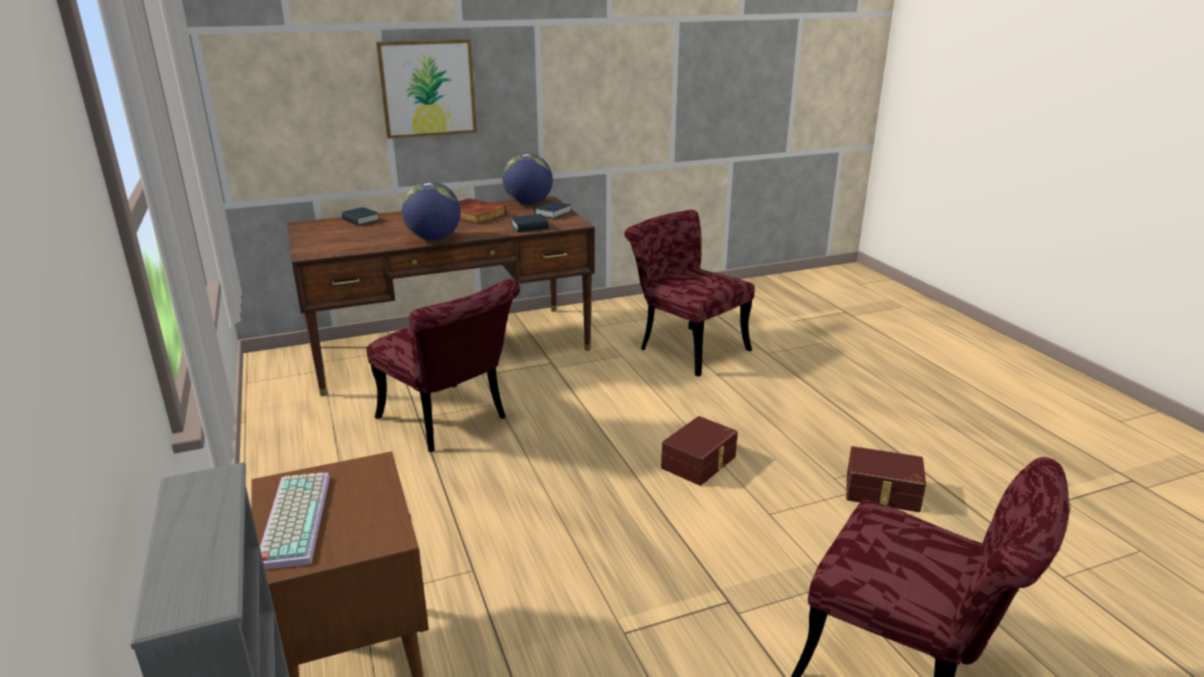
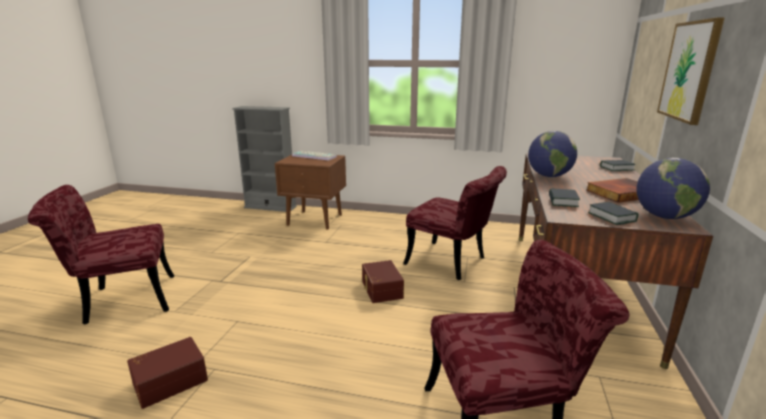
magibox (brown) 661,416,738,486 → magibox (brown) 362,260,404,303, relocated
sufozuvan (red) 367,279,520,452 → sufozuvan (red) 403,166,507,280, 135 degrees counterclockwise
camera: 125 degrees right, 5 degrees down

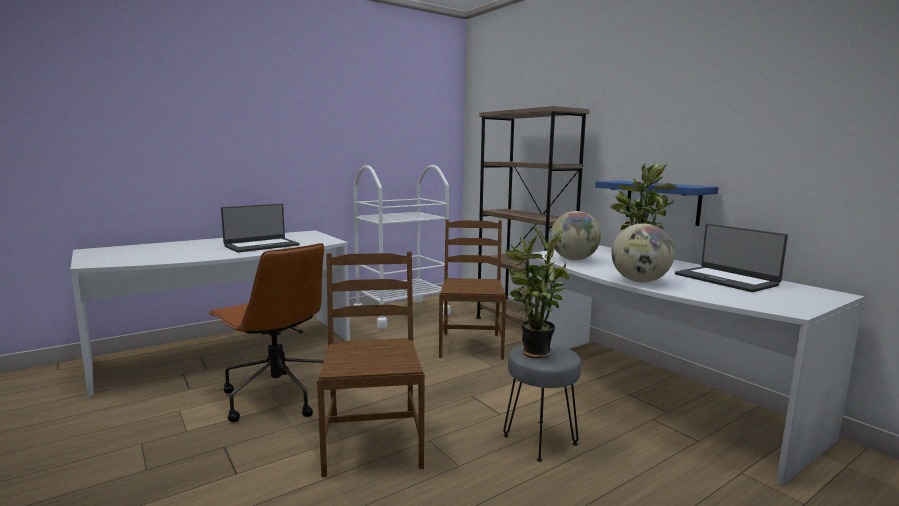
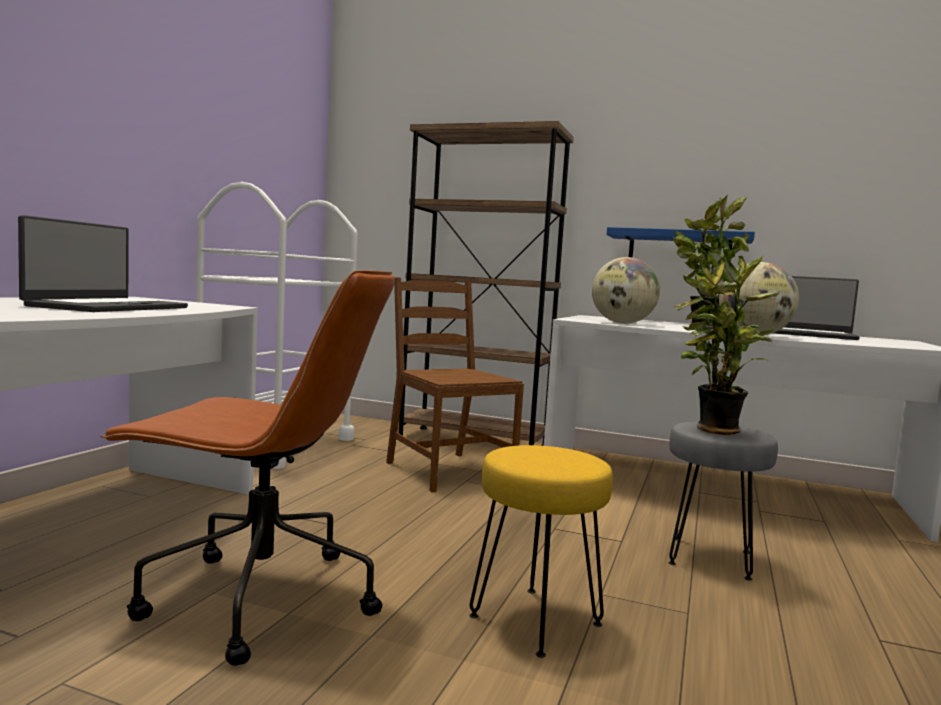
sufozuvan (brown) 317,251,425,477 → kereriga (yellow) 469,445,613,658
camera: 35 degrees left, 5 degrees down

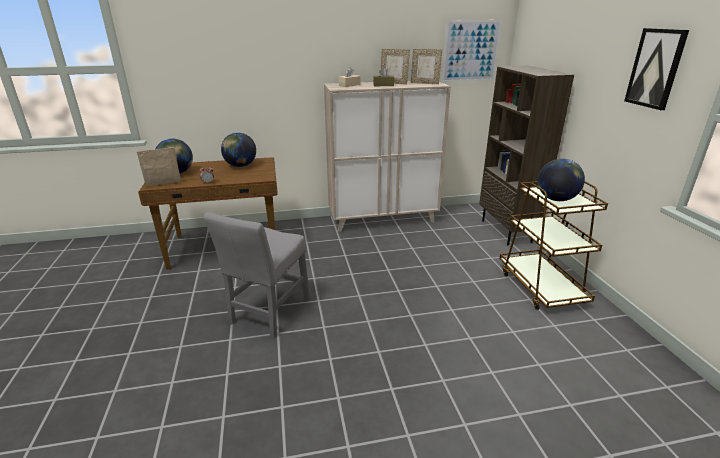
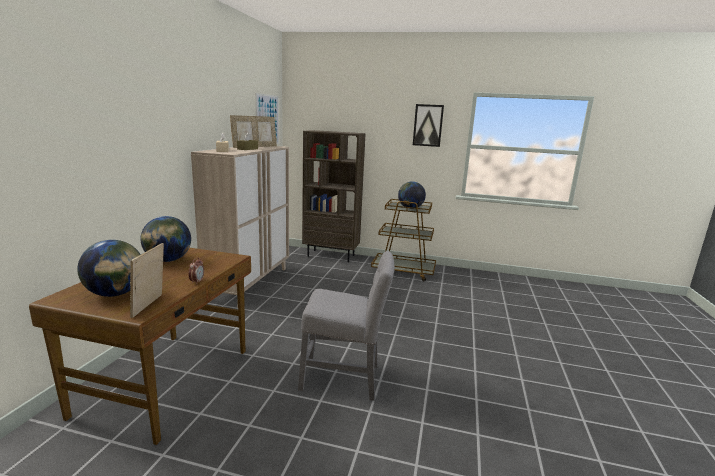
sufozuvan (grey) 203,212,310,338 → sufozuvan (grey) 298,251,395,401, 45 degrees counterclockwise
camera: 65 degrees left, 10 degrees down

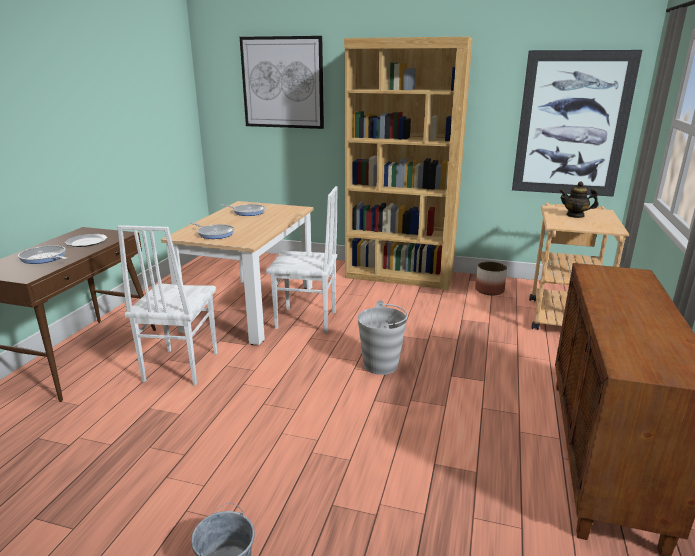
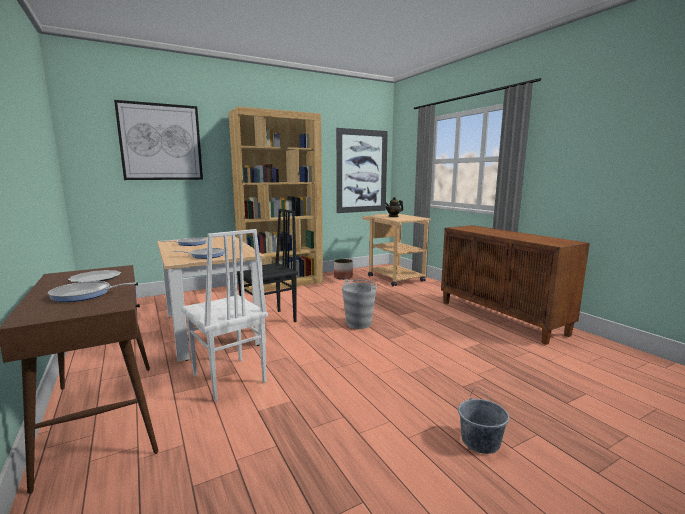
sufozuvan (white) 266,186,338,333 → sufozuvan (black) 237,209,298,322
camera: 45 degrees left, 10 degrees down

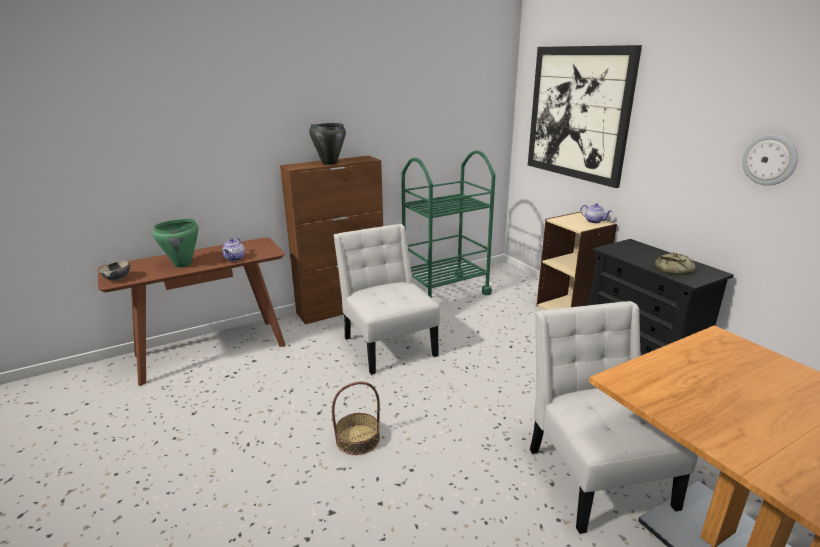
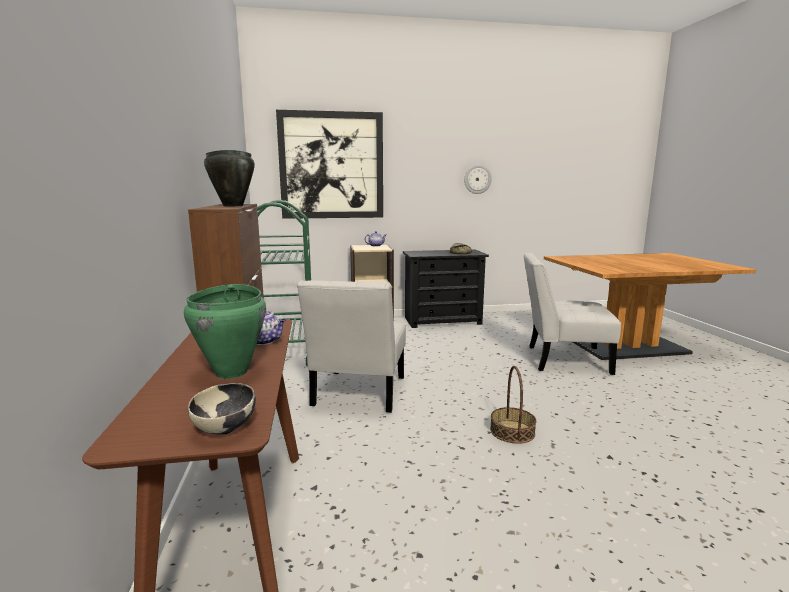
sufozuvan (white) 333,224,440,375 → sufozuvan (white) 297,280,406,413, 75 degrees counterclockwise
camera: 70 degrees left, 10 degrees down

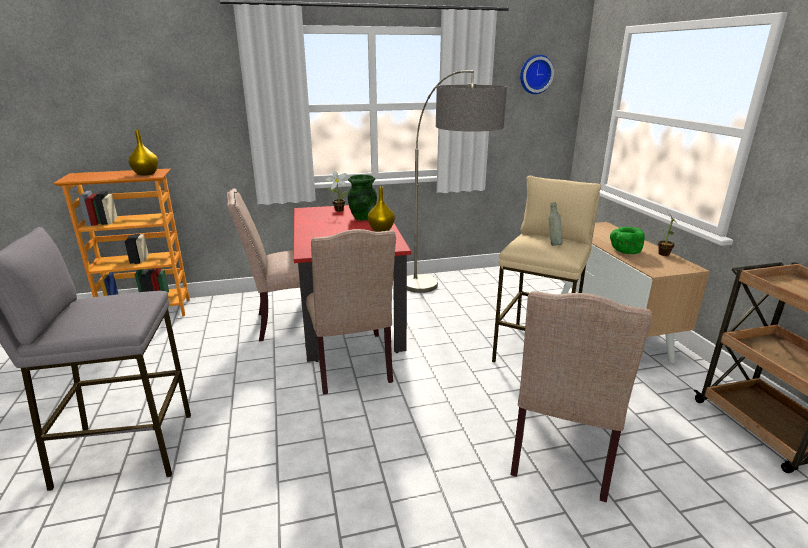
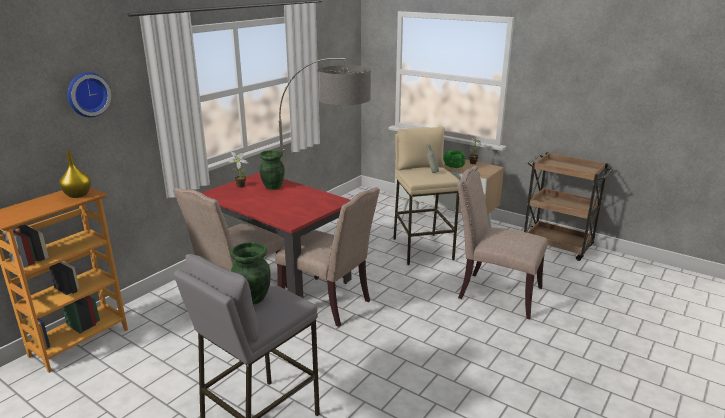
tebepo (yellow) 368,186,395,232 → -
- → tebepo (green) 230,242,271,304
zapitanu 520,55,554,94 → zapitanu 67,72,111,117, relocated
sufozuvan (beige) 511,291,652,502 → sufozuvan (beige) 457,166,548,320, 135 degrees clockwise
camera: 40 degrees left, 0 degrees up

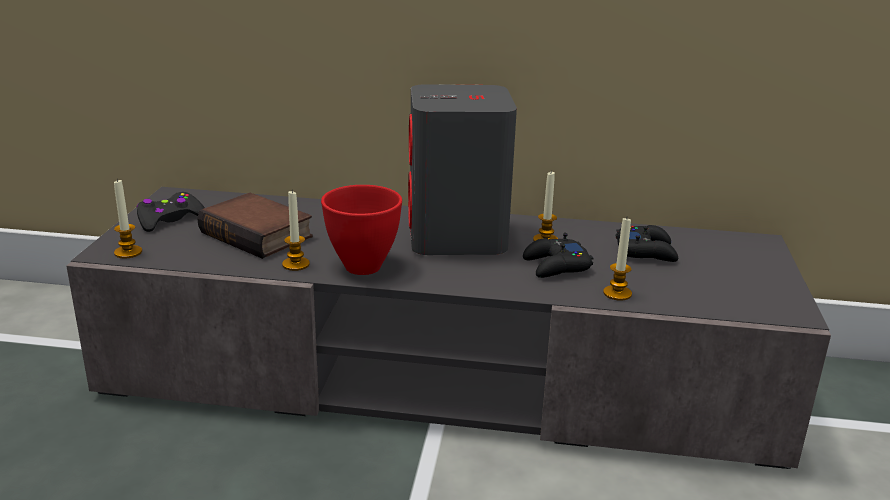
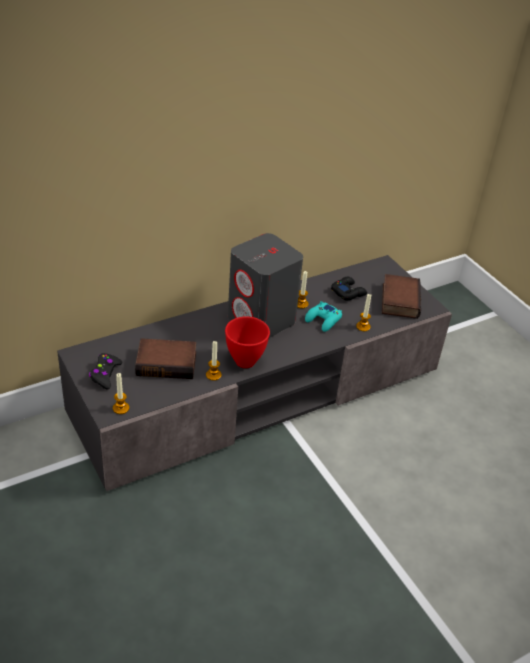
- → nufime 382,274,421,319
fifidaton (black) 523,233,593,278 → fifidaton (turquoise) 305,301,342,332
camera: 40 degrees left, 15 degrees up

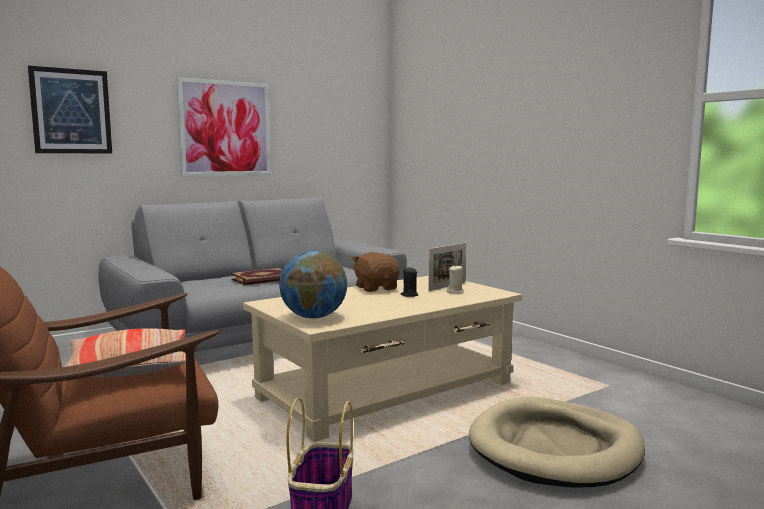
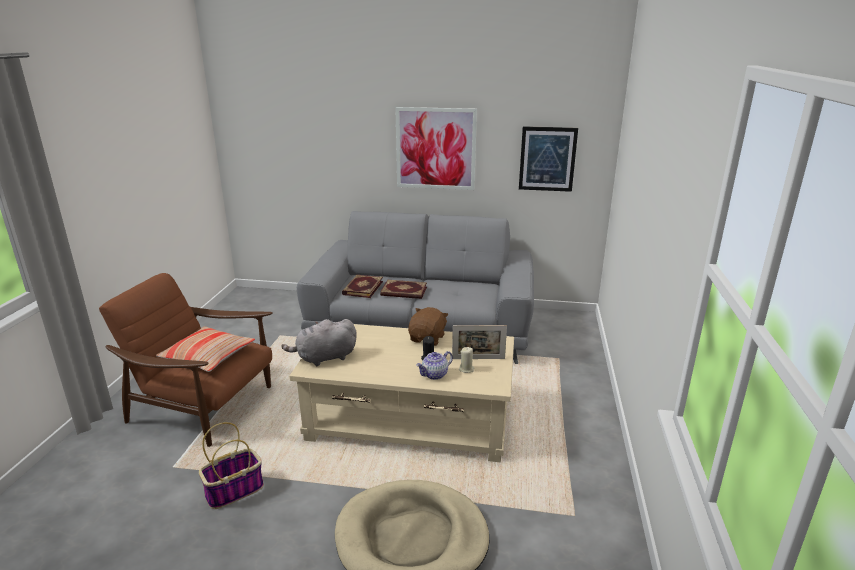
- → nufime 342,275,383,298
- → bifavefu 416,351,453,380
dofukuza 28,65,112,153 → dofukuza 519,126,578,192, relocated
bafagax 279,251,347,319 → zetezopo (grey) 281,319,357,366
camera: 45 degrees right, 15 degrees up

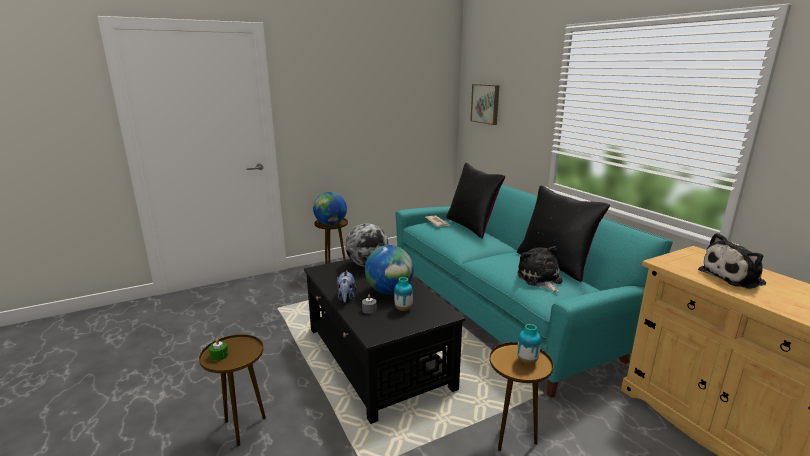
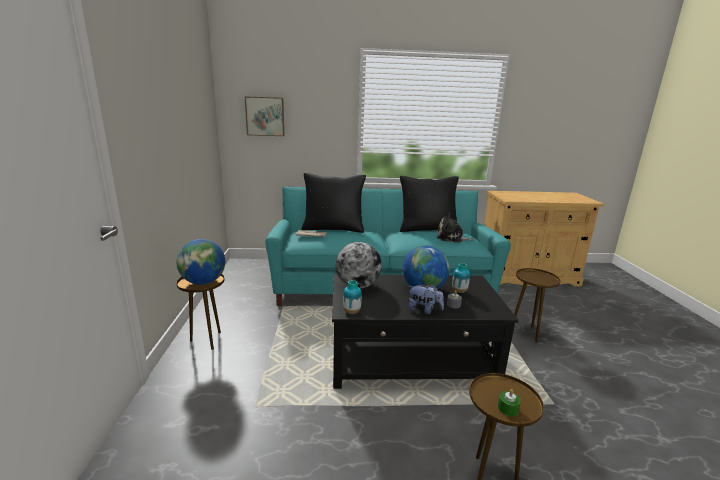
zetezopo 698,233,766,289 → -
tebepo 517,324,541,364 → tebepo 343,280,362,314, relocated
camera: 65 degrees left, 0 degrees up

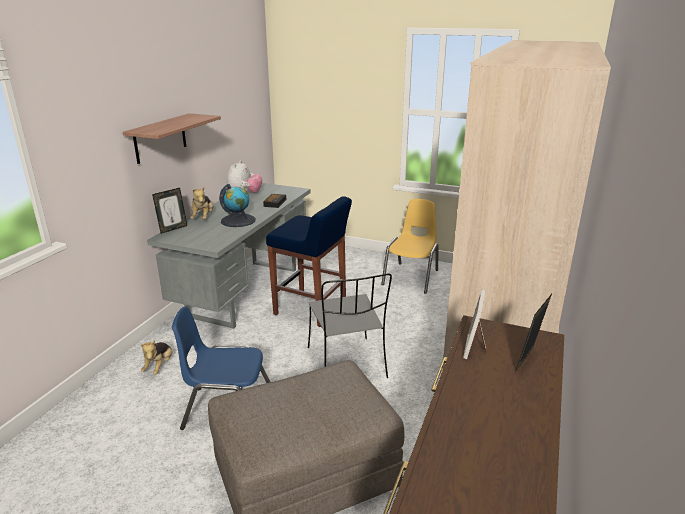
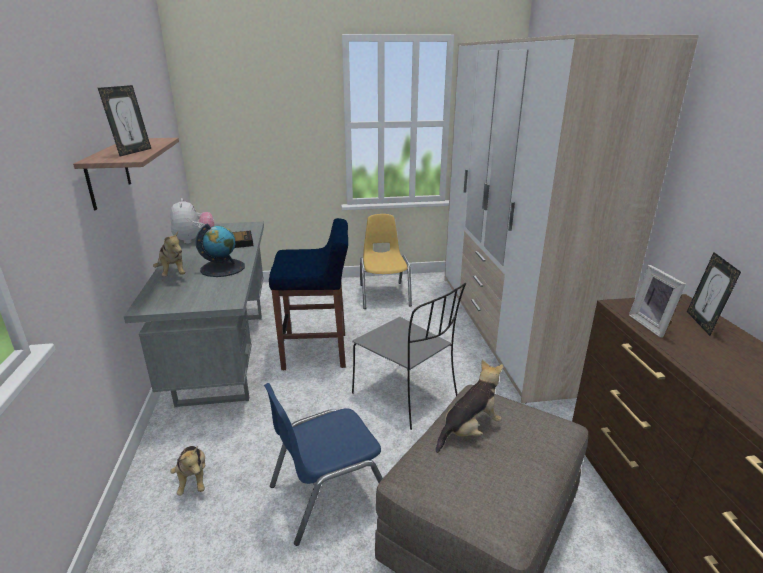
- → zetezopo 436,360,503,453
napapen 152,188,187,234 → napapen 98,85,151,156, relocated
camera: 30 degrees left, 0 degrees up

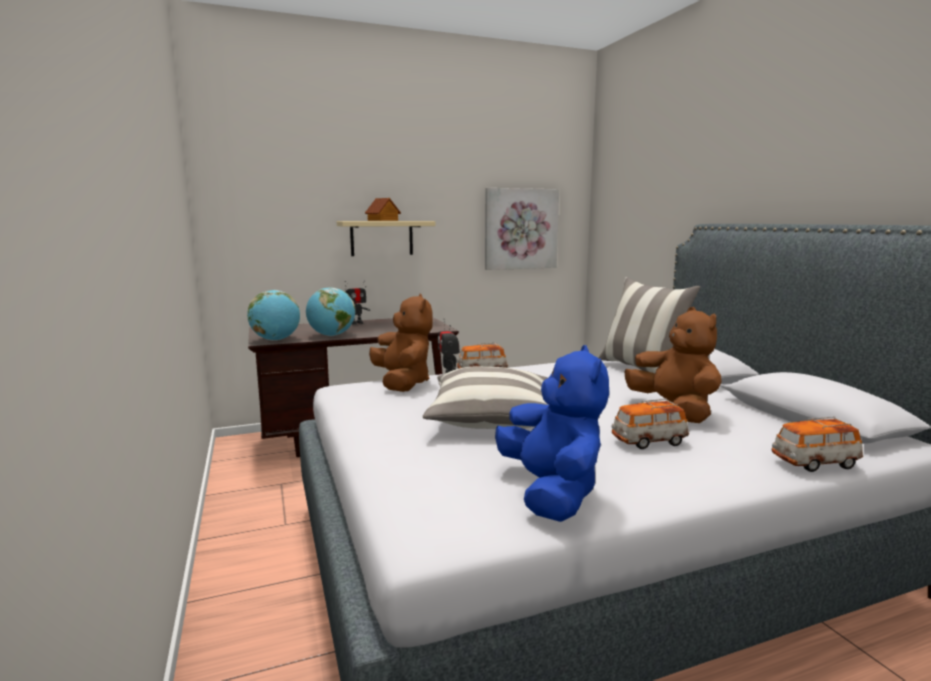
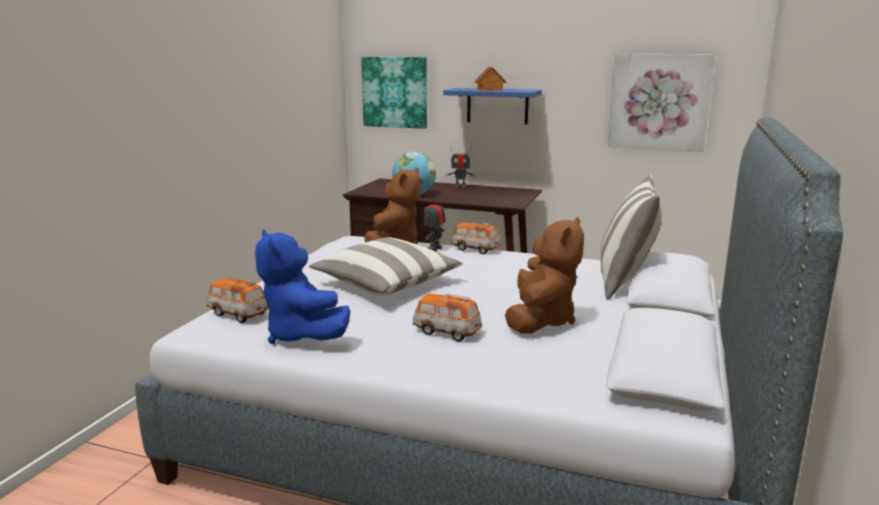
bafagax 247,290,300,341 → -
- → dofukuza 361,57,427,129
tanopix 772,417,863,472 → tanopix 207,278,268,323, relocated
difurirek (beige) 337,221,436,256 → difurirek (blue) 443,88,542,124
zetezopo (blue) 495,345,609,522 → zetezopo (blue) 255,230,350,344, 120 degrees clockwise
camera: 40 degrees right, 5 degrees up

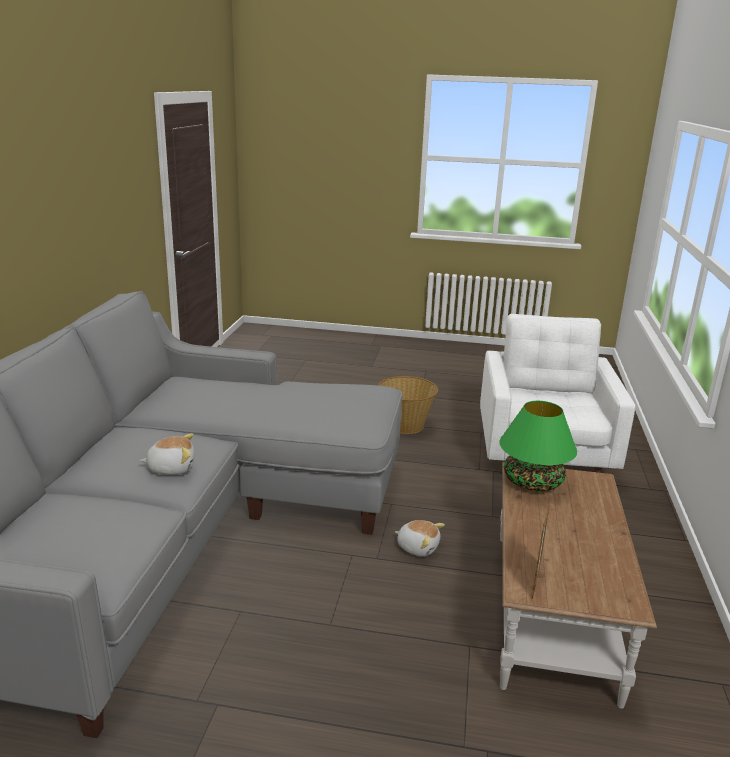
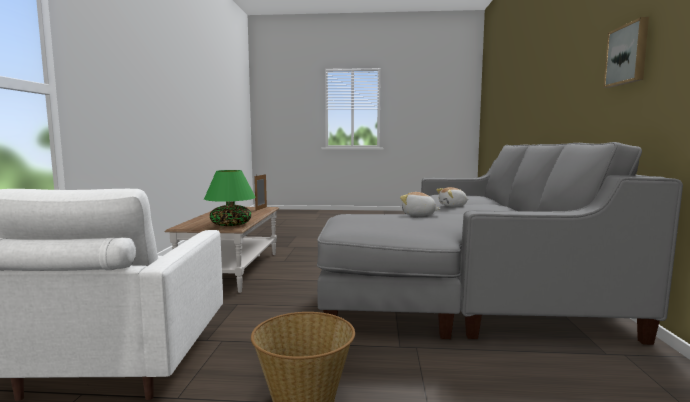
- → dofukuza 604,17,649,88
zetezopo 395,520,445,557 → zetezopo 400,192,440,216, relocated
camera: 175 degrees right, 15 degrees down

